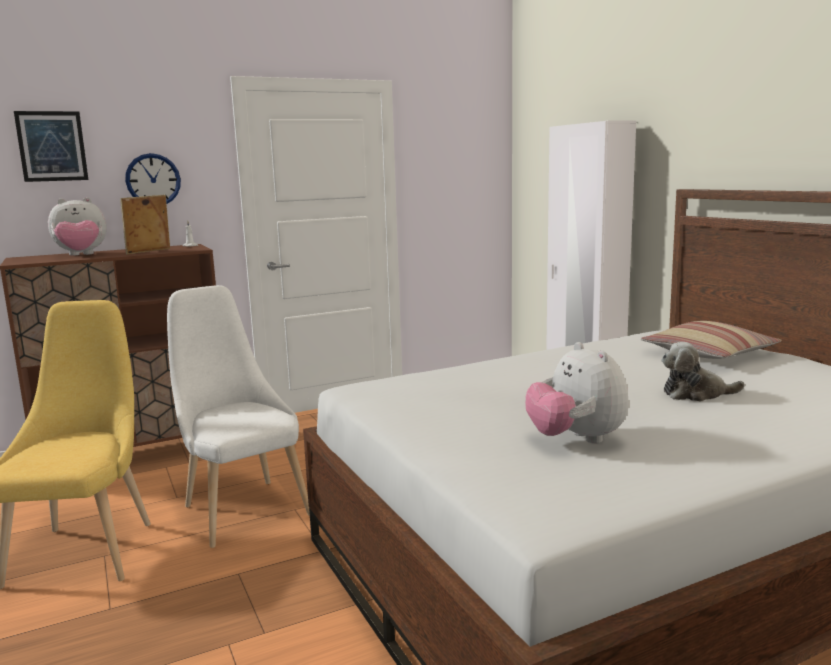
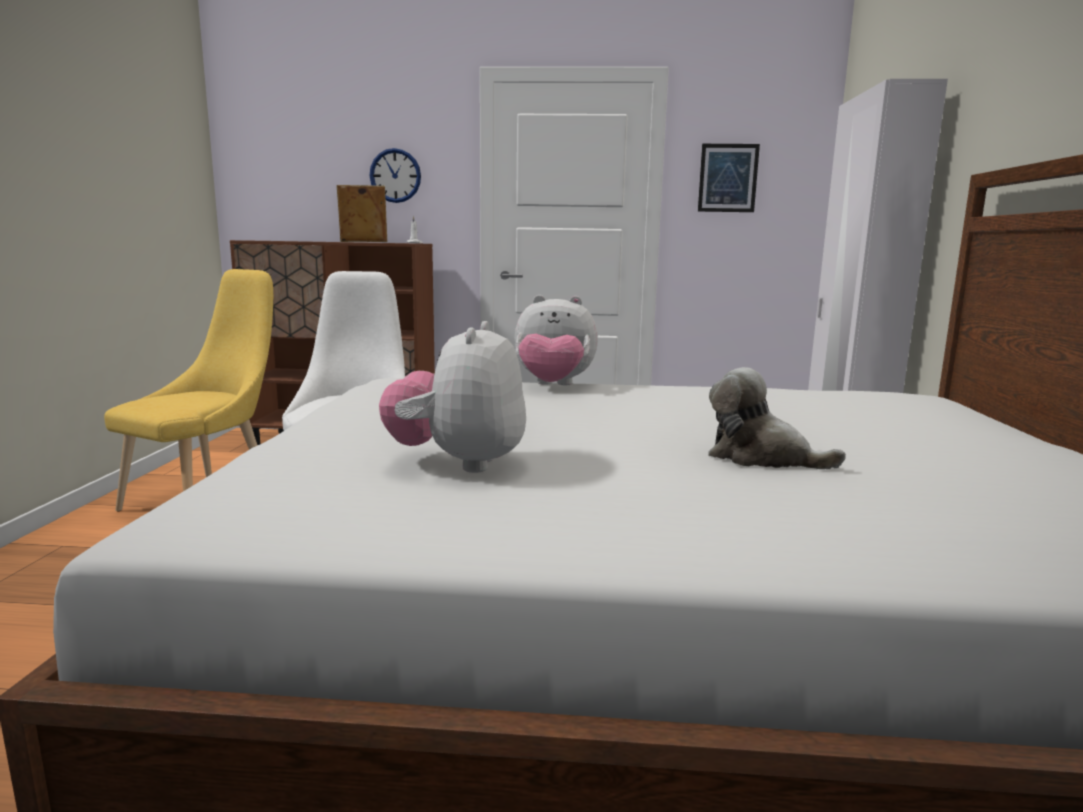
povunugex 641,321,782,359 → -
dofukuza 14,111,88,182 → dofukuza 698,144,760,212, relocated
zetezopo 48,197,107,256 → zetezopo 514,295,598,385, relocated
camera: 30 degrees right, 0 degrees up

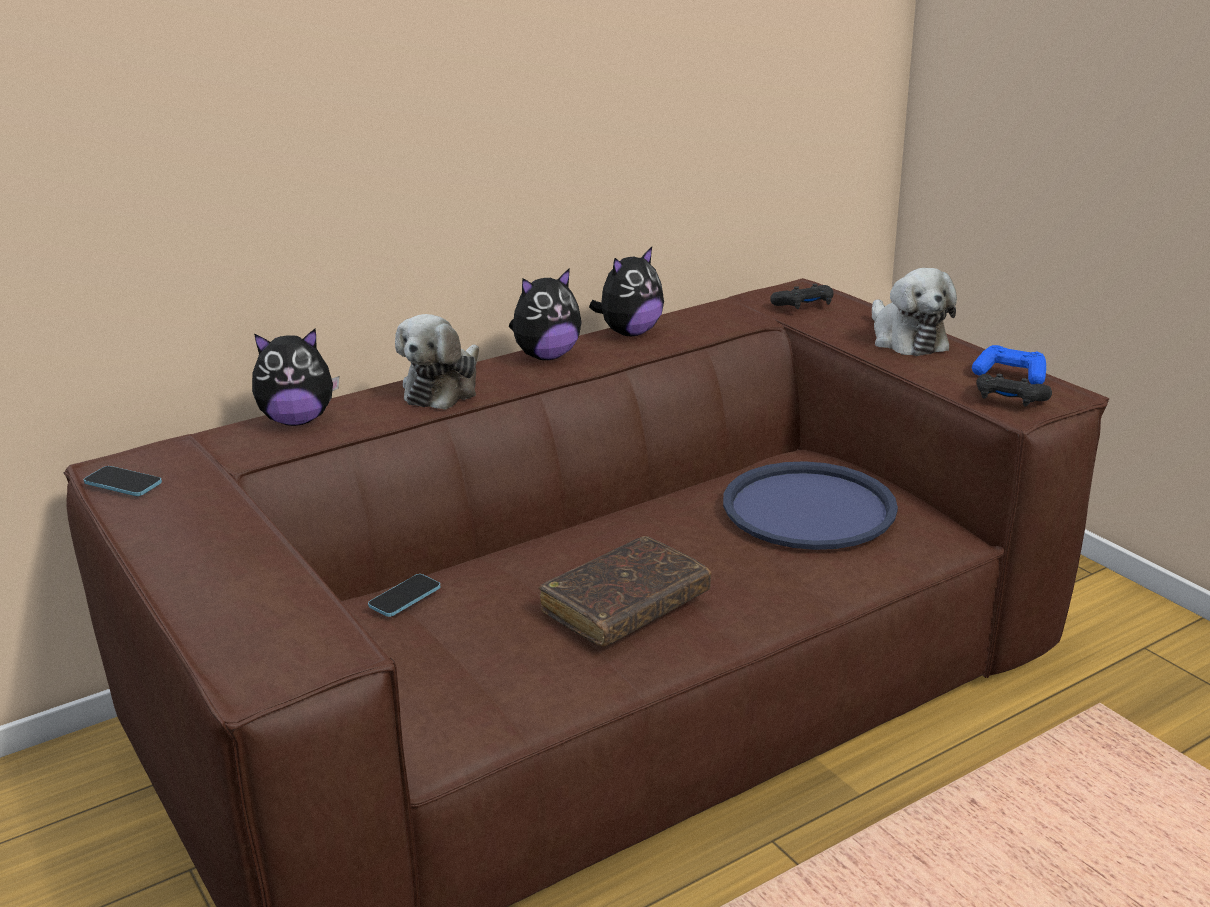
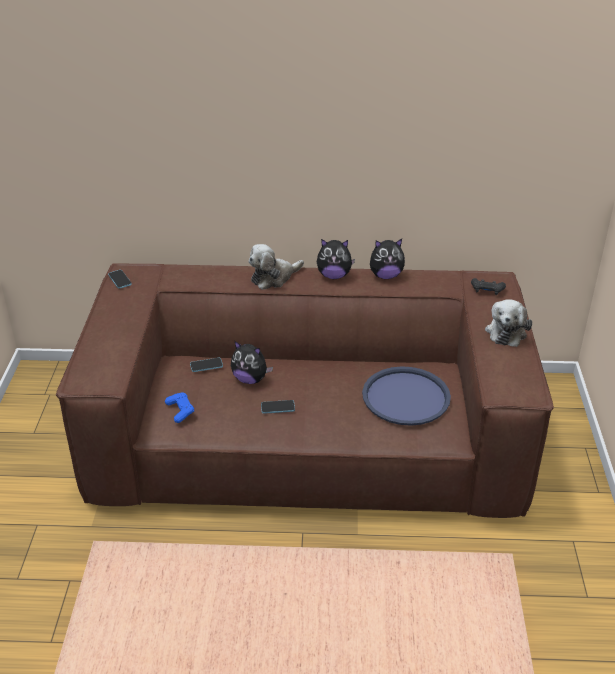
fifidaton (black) 976,374,1052,407 → -
zetezopo 252,329,339,426 → zetezopo 231,341,273,384, relocated
fifidaton (blue) 972,345,1046,384 → fifidaton (blue) 165,392,194,423, relocated
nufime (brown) 539,536,711,647 → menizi 261,400,295,414
camera: 35 degrees right, 10 degrees up

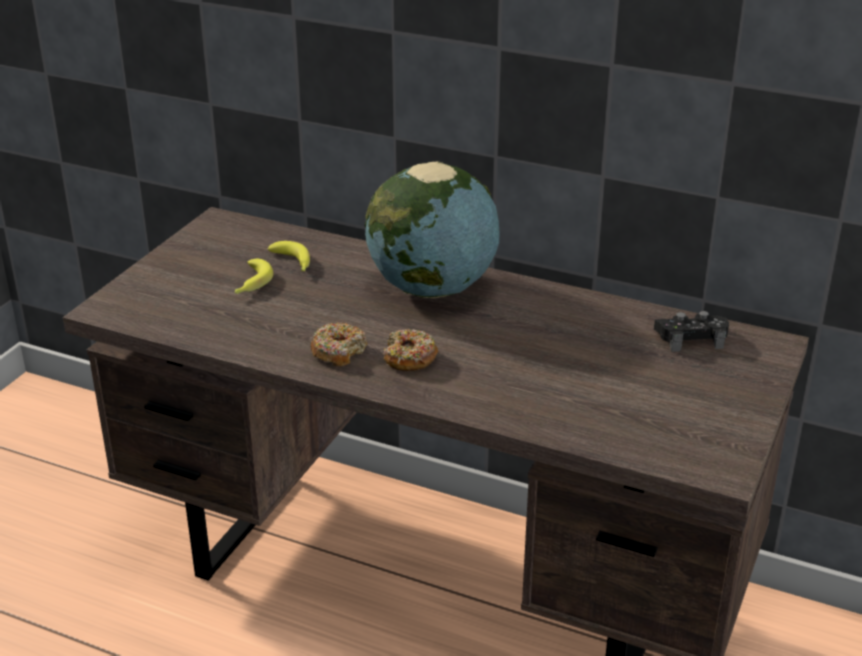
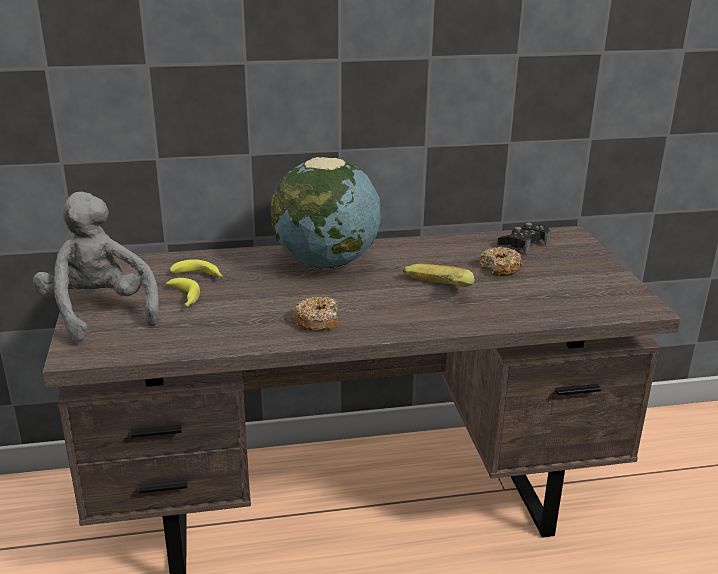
- → zetezopo (grey) 33,192,159,342
- → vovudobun 403,264,474,287
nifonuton 384,329,438,371 → nifonuton 479,247,523,276, relocated
camera: 35 degrees left, 5 degrees down

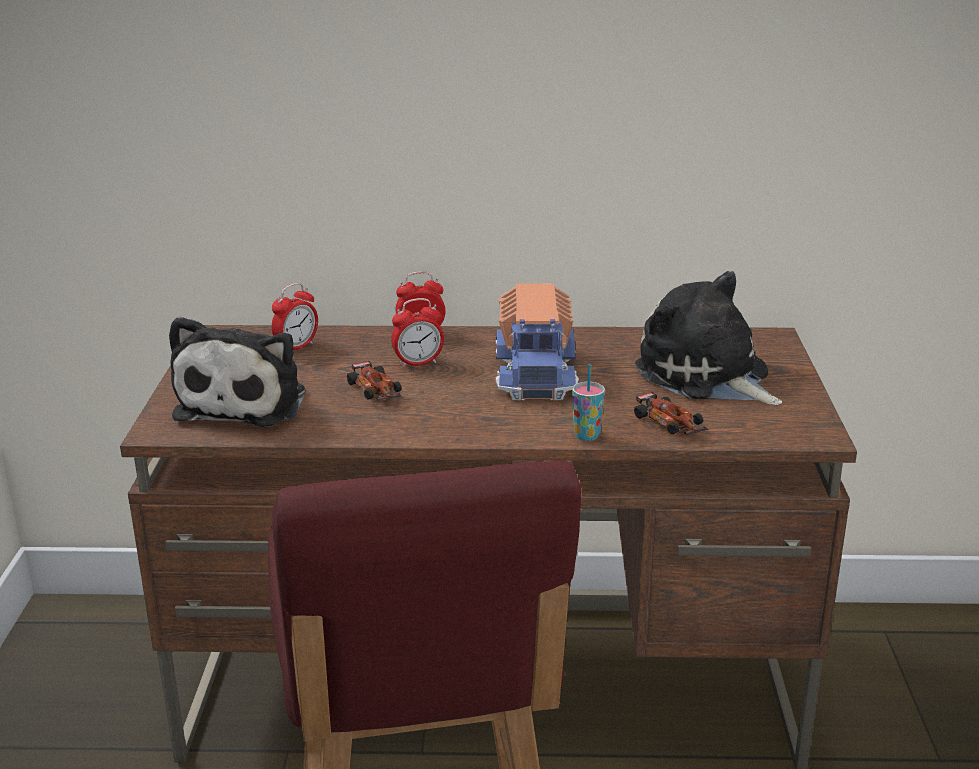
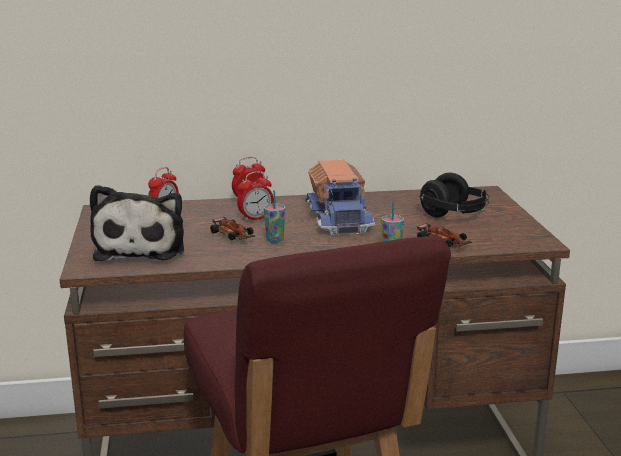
- → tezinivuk 264,190,285,243
zetezopo 635,271,782,405 → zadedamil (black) 419,173,489,218
camera: 10 degrees left, 5 degrees down

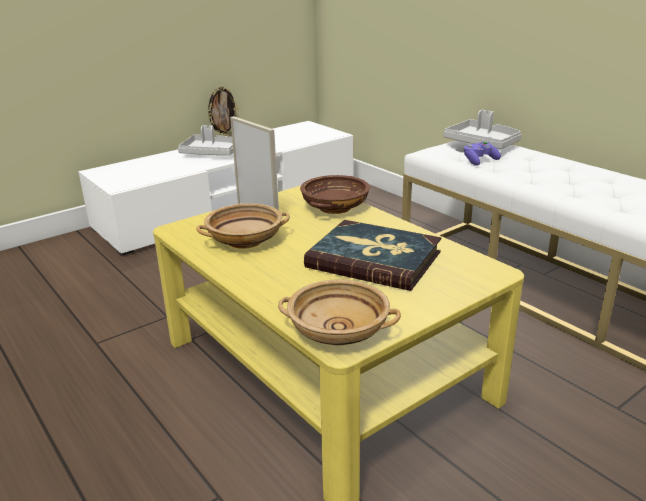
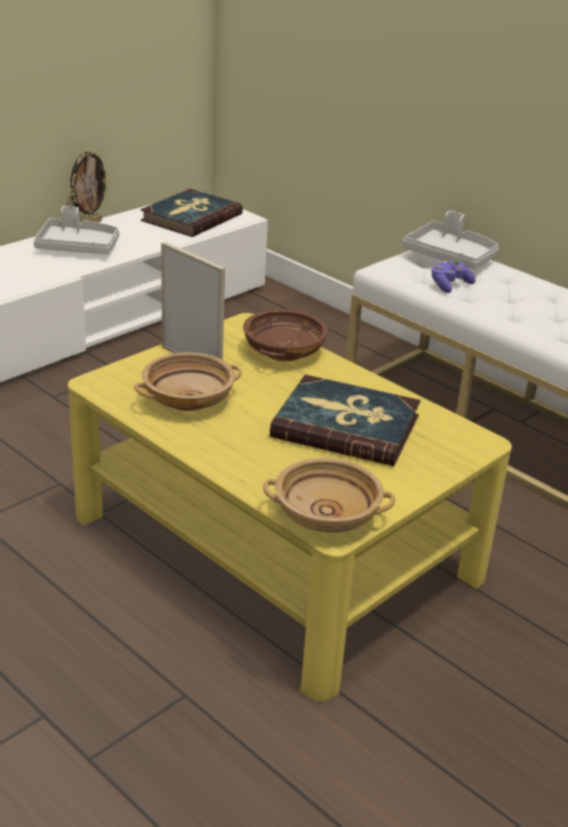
- → nufime 140,189,243,237
camera: 10 degrees left, 5 degrees up

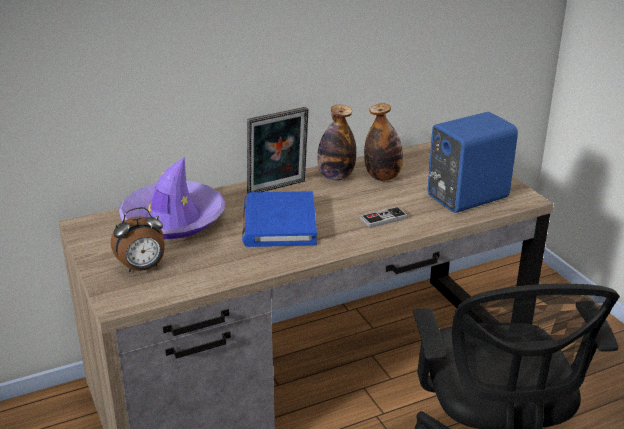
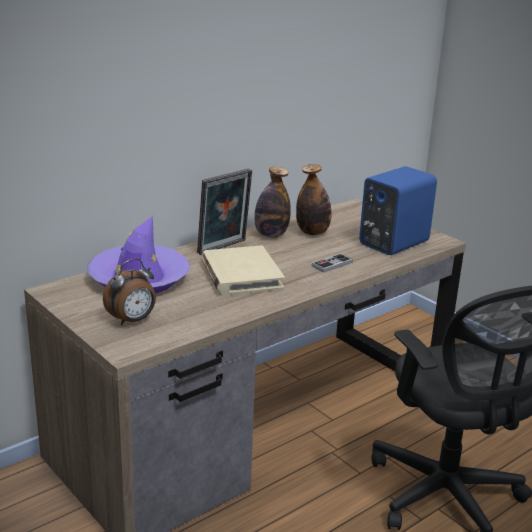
nufime (blue) 242,191,317,247 → nufime (beige) 201,245,285,296
camera: 15 degrees left, 5 degrees down

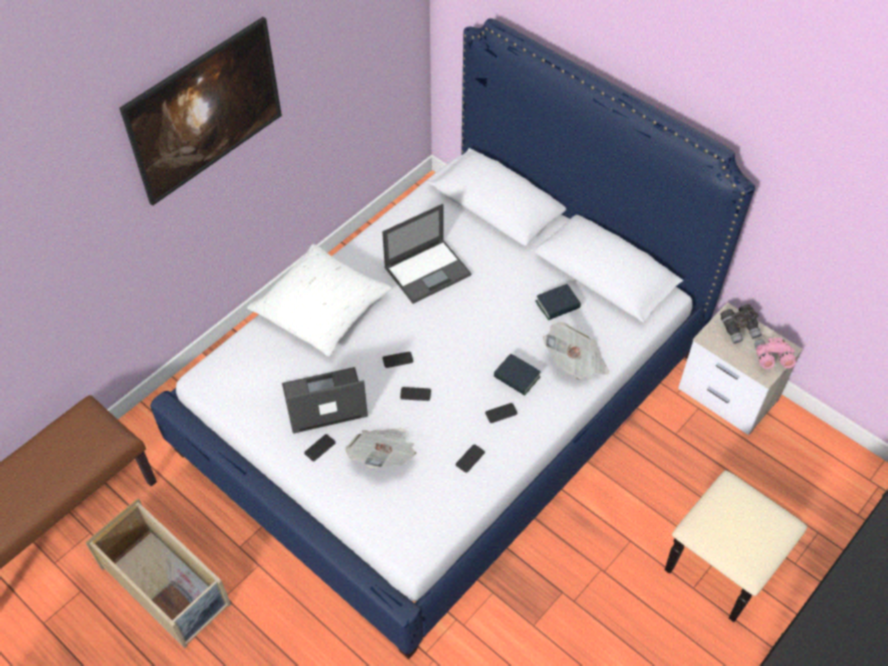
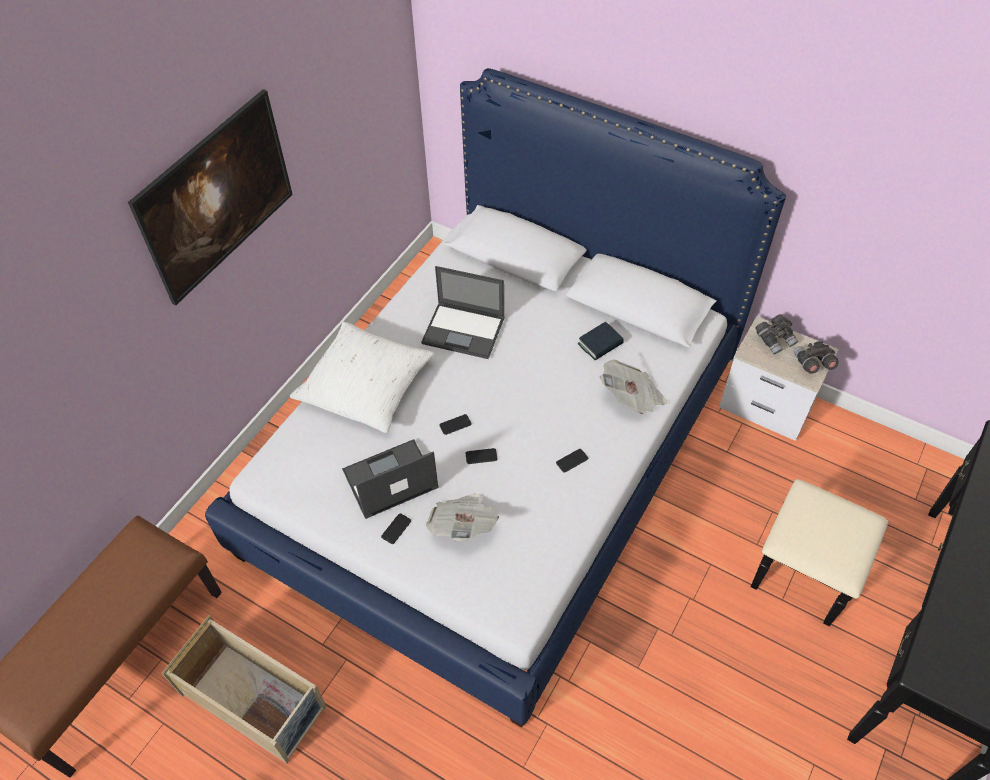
menizi 456,444,485,473 → -
nufime 494,354,541,396 → -
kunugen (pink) 754,337,796,369 → kunugen (grey) 793,341,839,374
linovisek 382,204,471,304 → linovisek 421,266,505,359, 60 degrees clockwise
camera: 10 degrees left, 0 degrees up

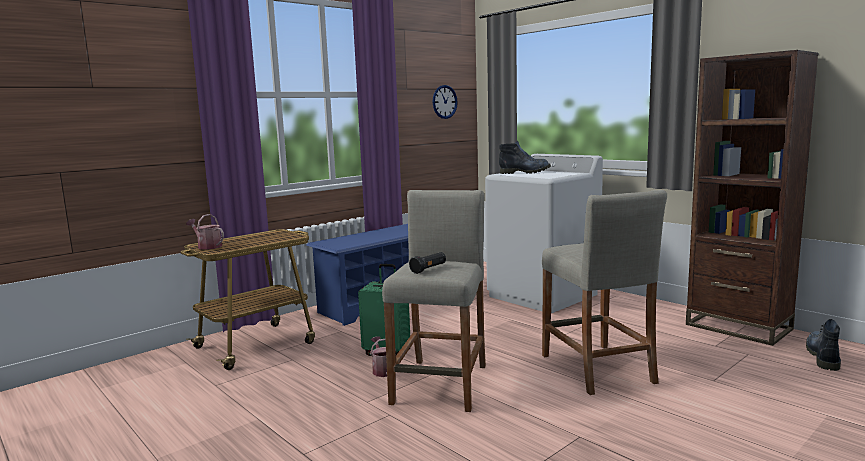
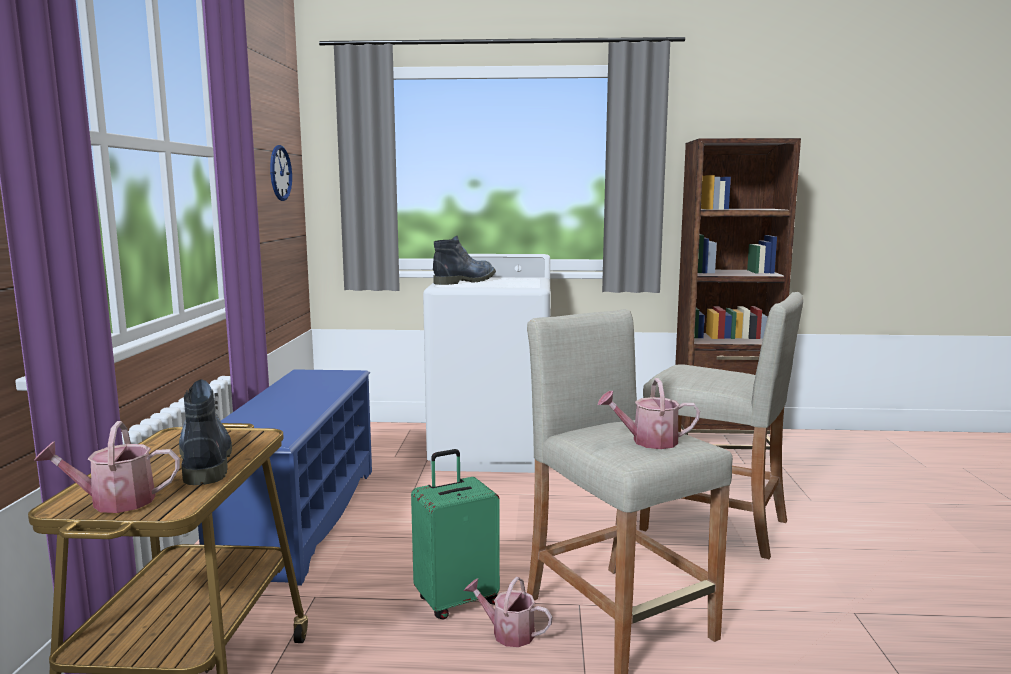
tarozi 806,319,841,371 → tarozi 179,379,232,485, relocated
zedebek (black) 409,252,446,274 → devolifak 598,378,700,449
camera: 45 degrees left, 0 degrees up

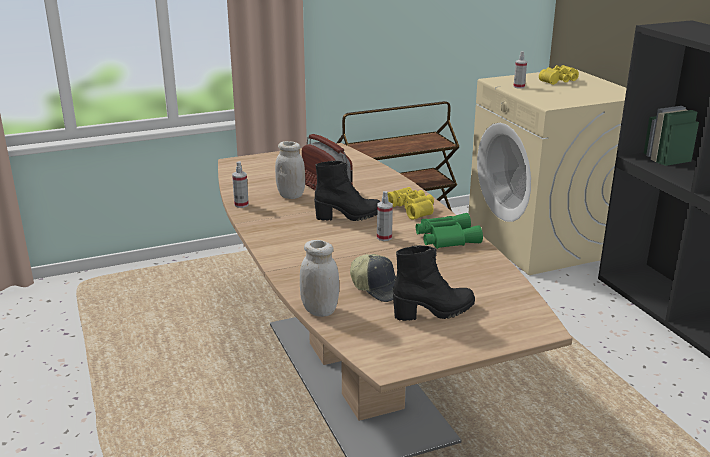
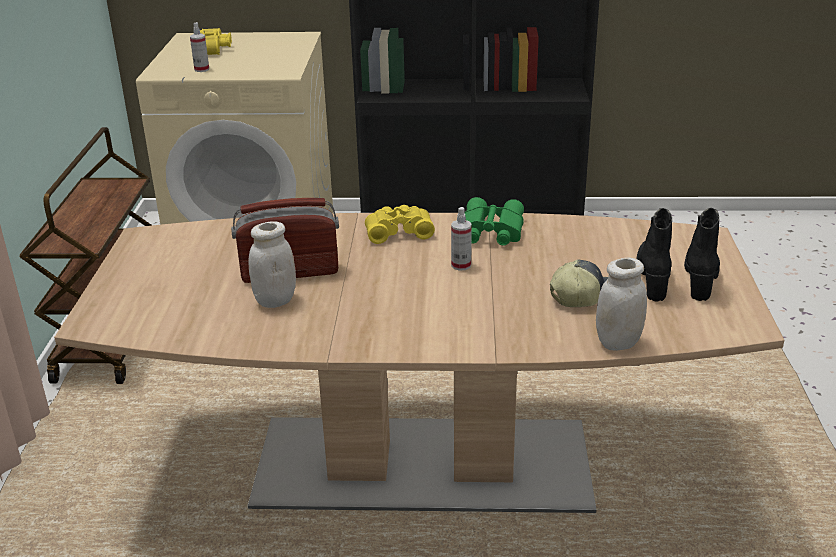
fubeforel 232,161,249,208 → -
tarozi (black) 314,161,381,221 → tarozi (black) 684,208,720,301, relocated
camera: 65 degrees left, 5 degrees up

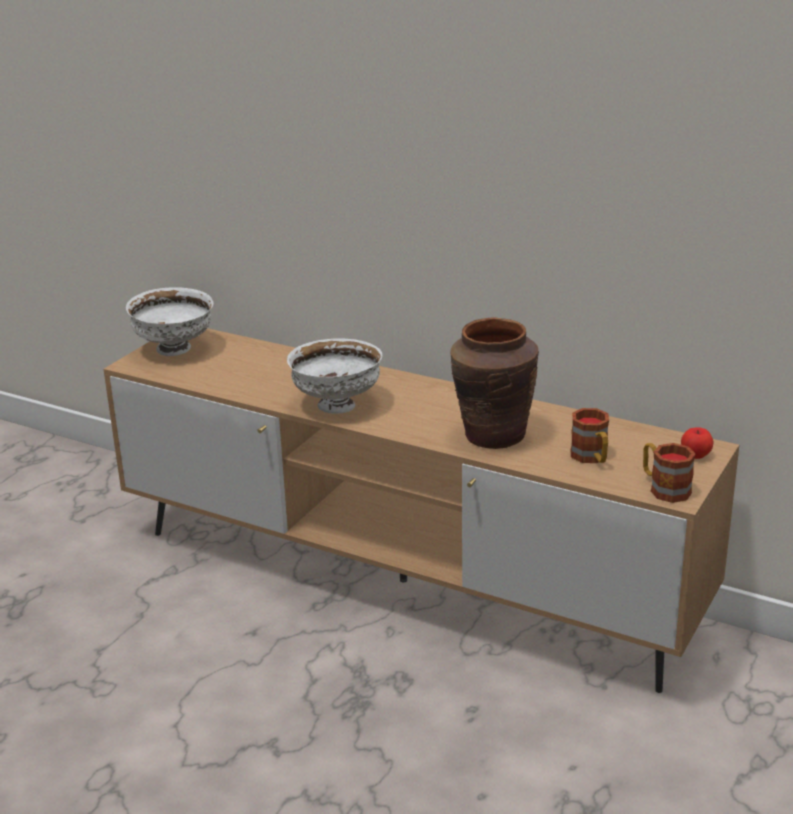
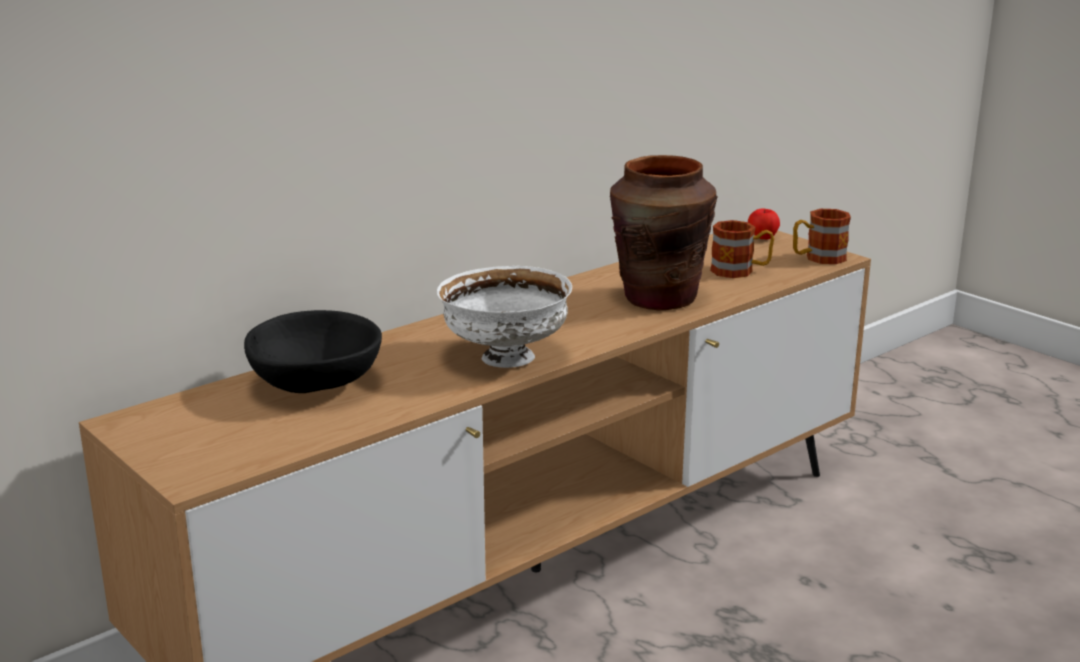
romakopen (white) 126,287,214,356 → -
- → romakopen (black) 244,310,382,393
camera: 70 degrees left, 5 degrees down

